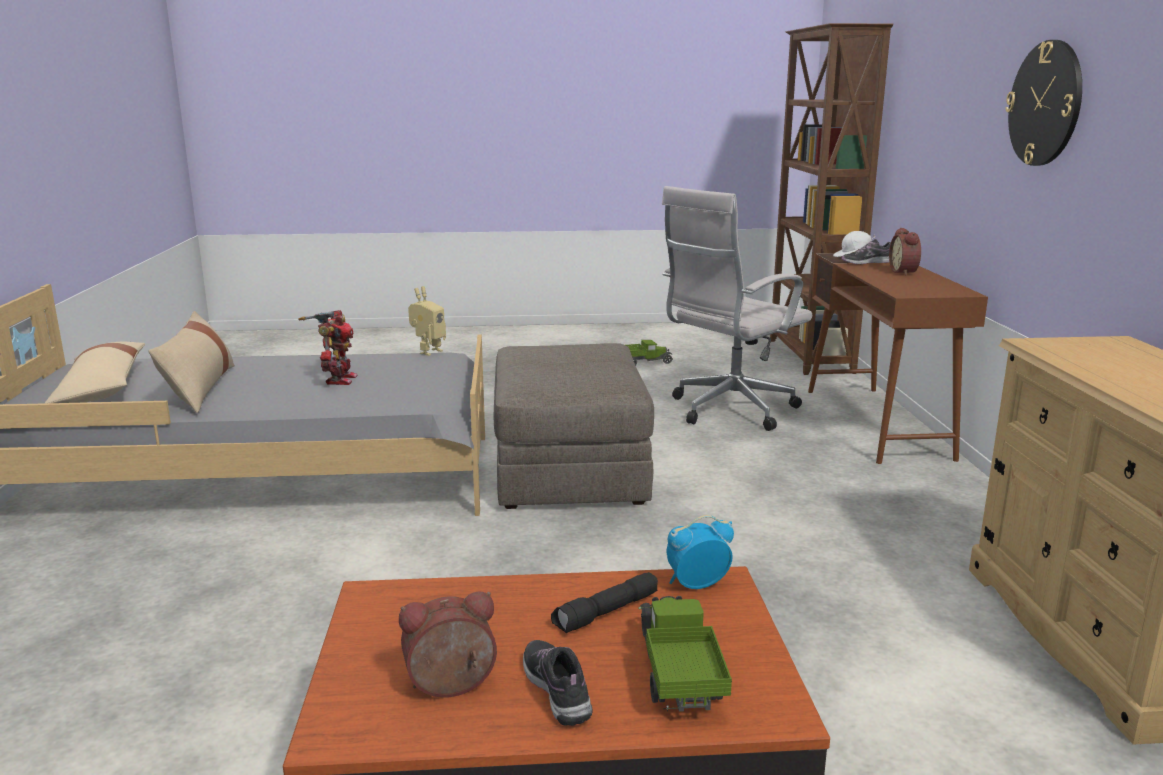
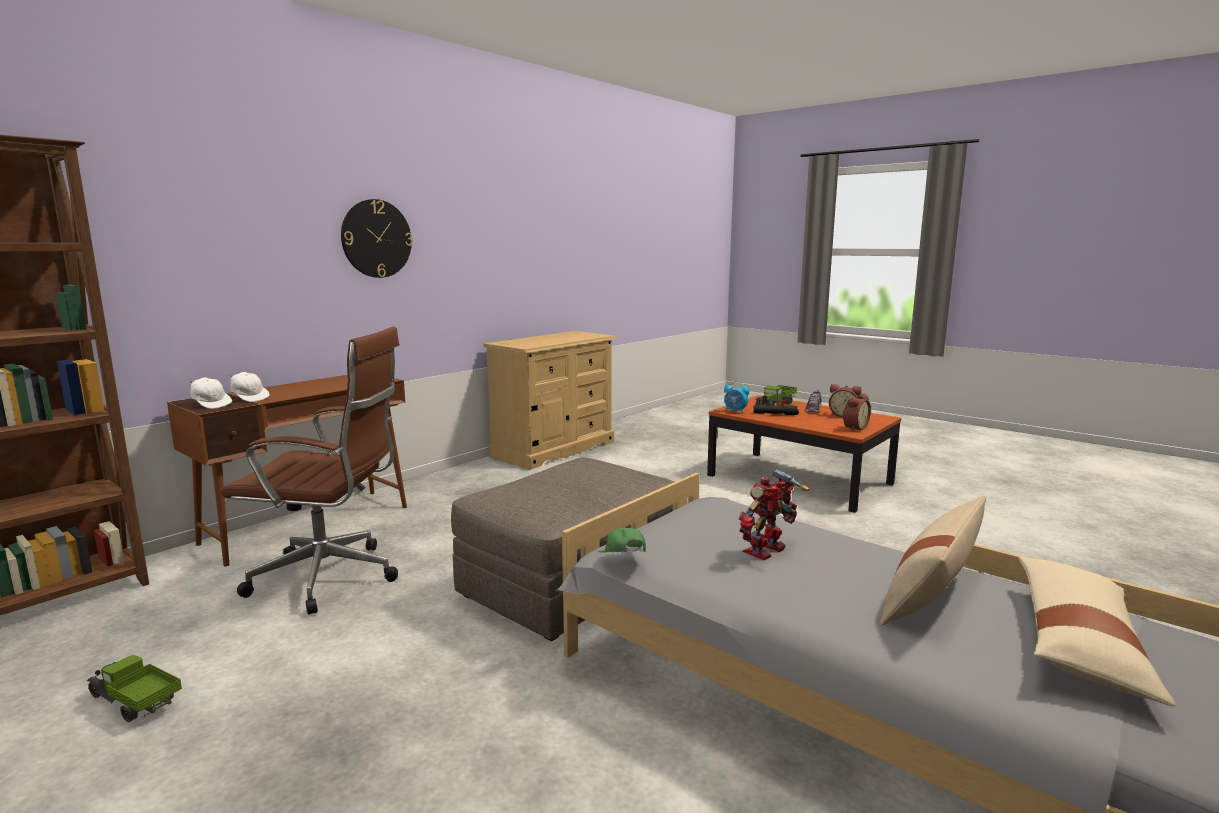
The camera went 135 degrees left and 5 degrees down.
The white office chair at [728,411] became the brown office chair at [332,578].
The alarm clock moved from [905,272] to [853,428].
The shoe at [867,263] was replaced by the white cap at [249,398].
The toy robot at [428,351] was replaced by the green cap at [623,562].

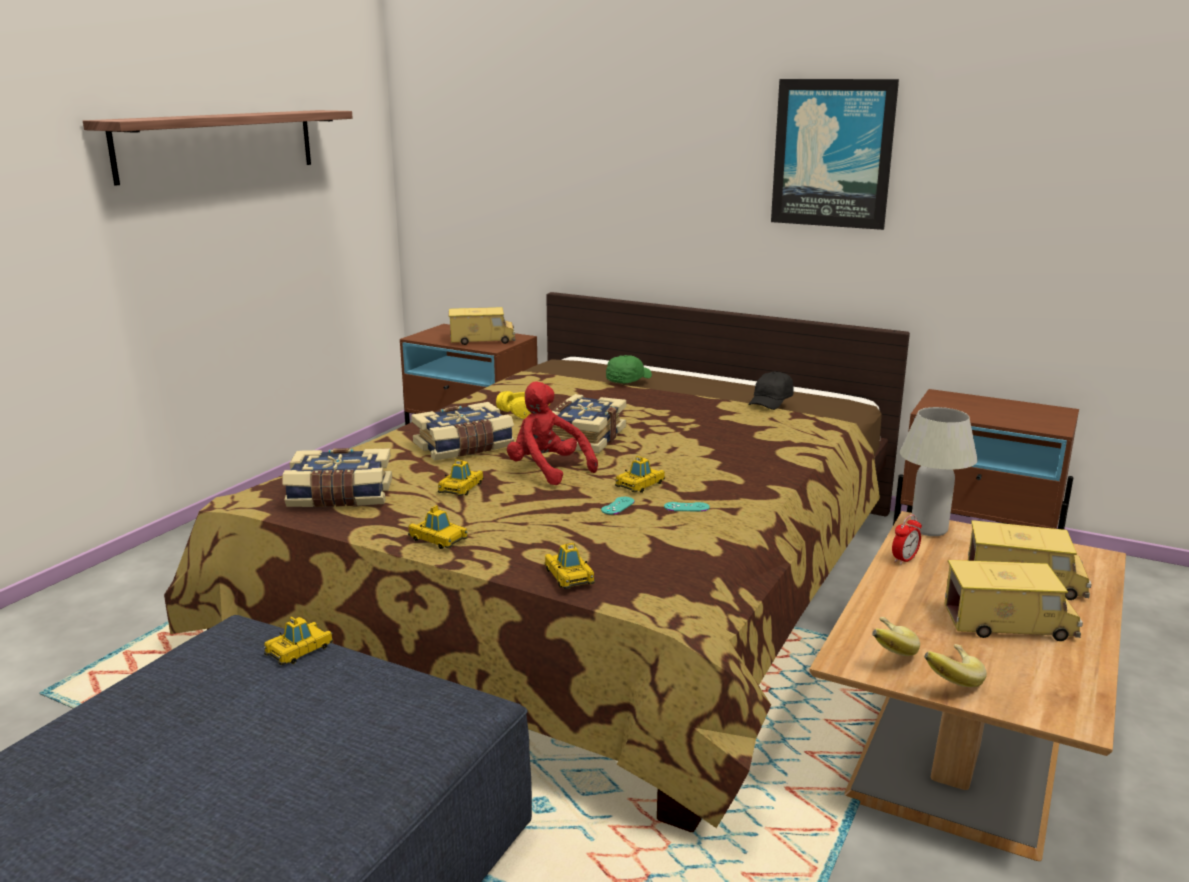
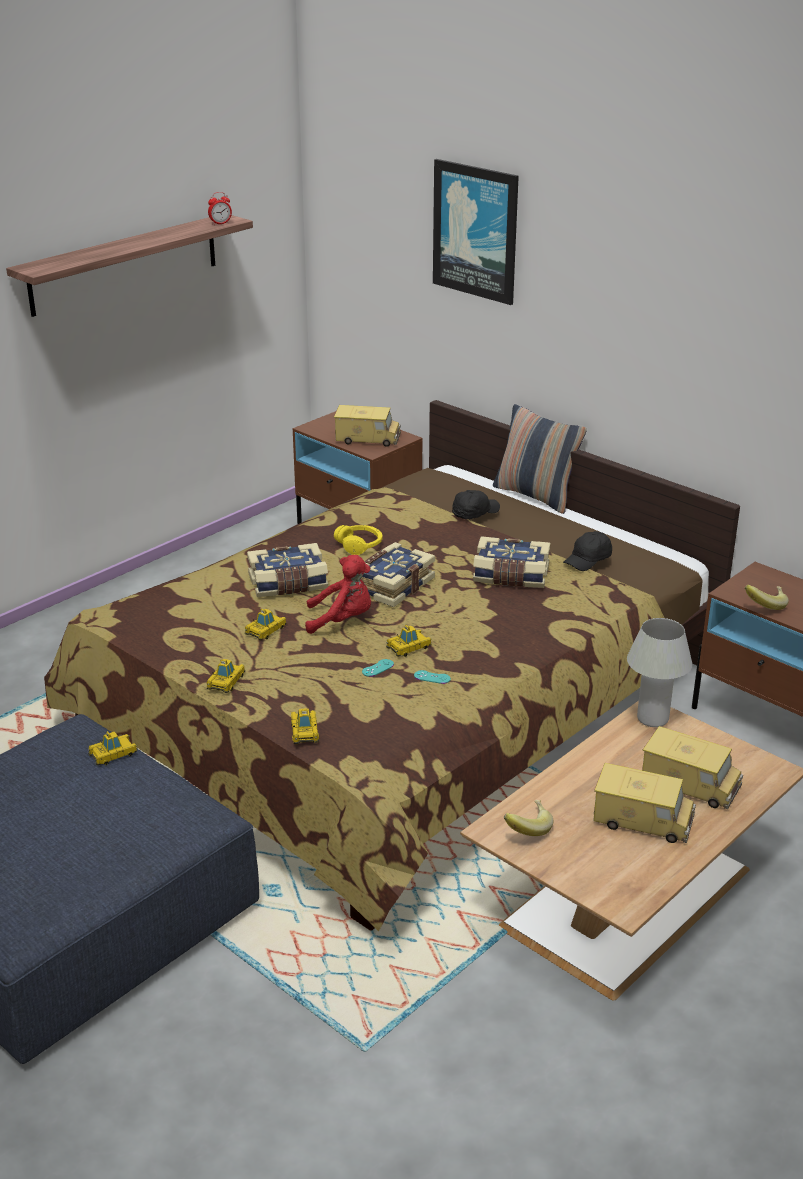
The camera went 15 degrees right and 10 degrees up.
The picture moved from [832,153] to [476,231].
The green cap at [628,380] became the black cap at [474,512].
The red plush toy at [547,470] turned 120 degrees clockwise.
The book moved from [340,496] to [511,576].
The toy car at [438,539] turned 120 degrees counterclockwise.
The alarm clock moved from [904,559] to [220,223].
The banana moved from [948,679] to [764,605].
The pillow at [535,496] appeared.

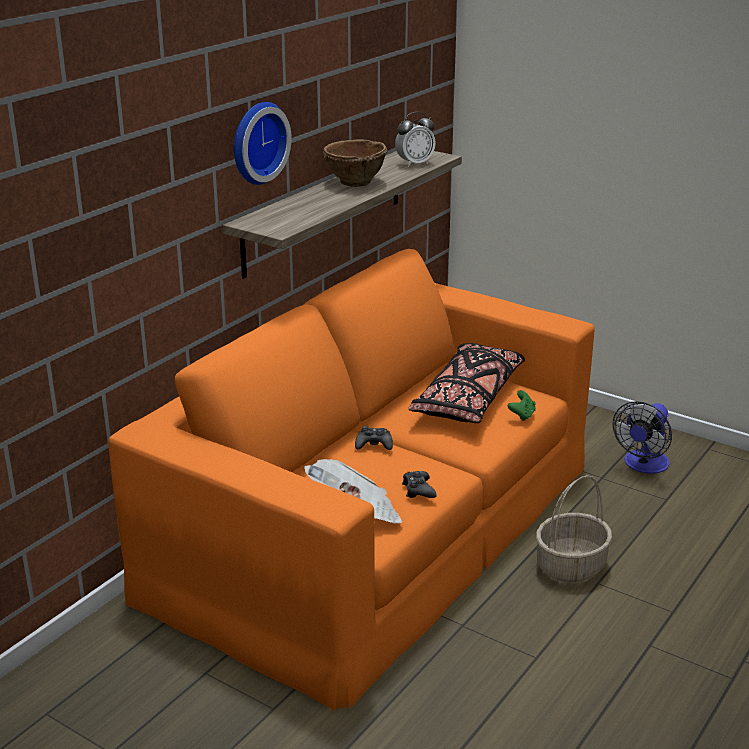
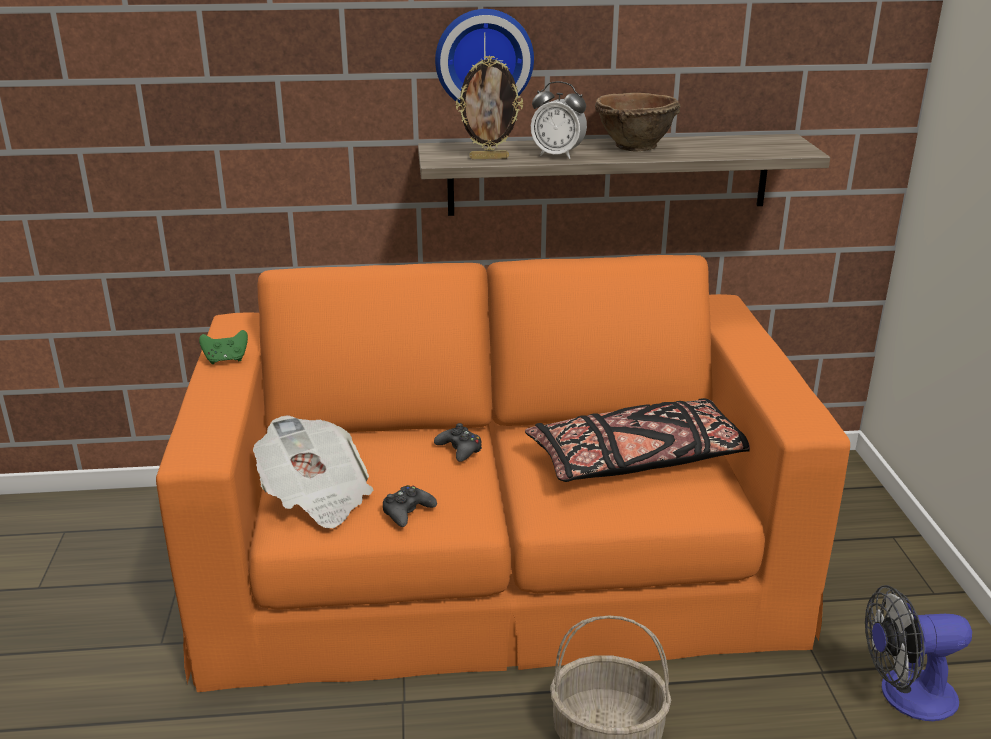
The camera went 50 degrees right and 0 degrees up.
The alarm clock moved from [414,163] to [558,155].
The green game controller moved from [522,415] to [226,360].
The picture frame at [489,158] appeared.

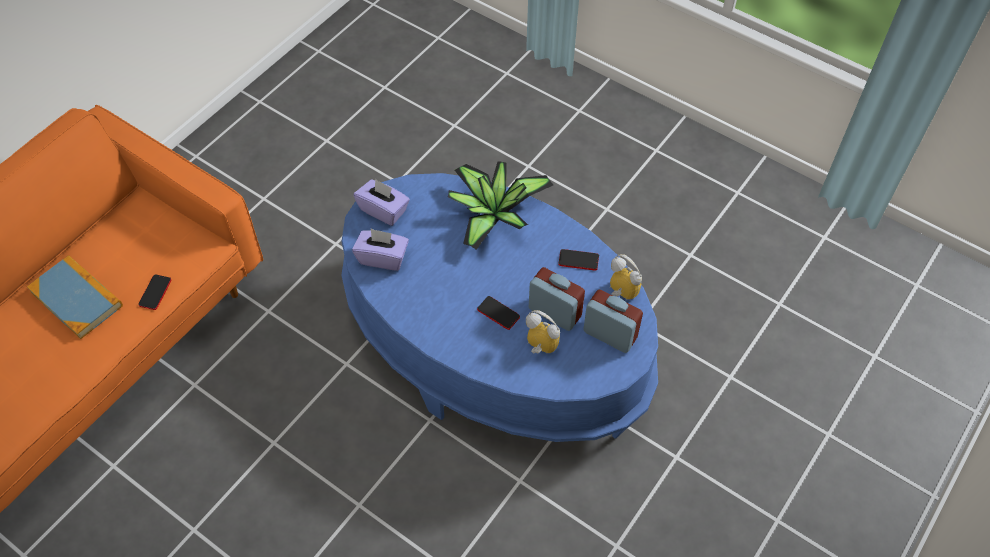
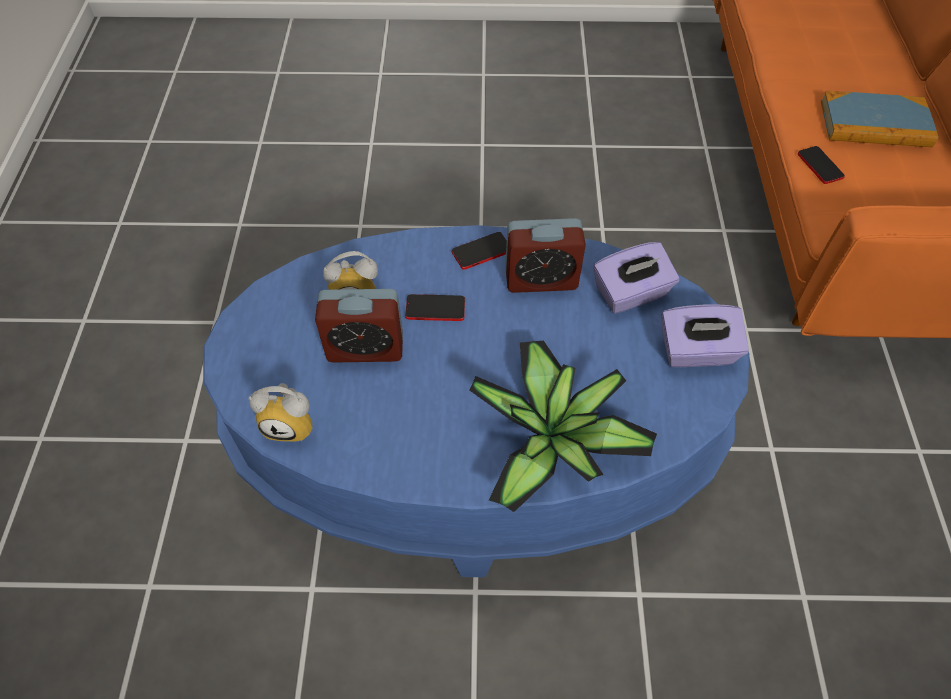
The camera went 145 degrees right and 0 degrees up.
The phone moved from [578,260] to [481,251].
The alarm clock moved from [610,334] to [541,279].

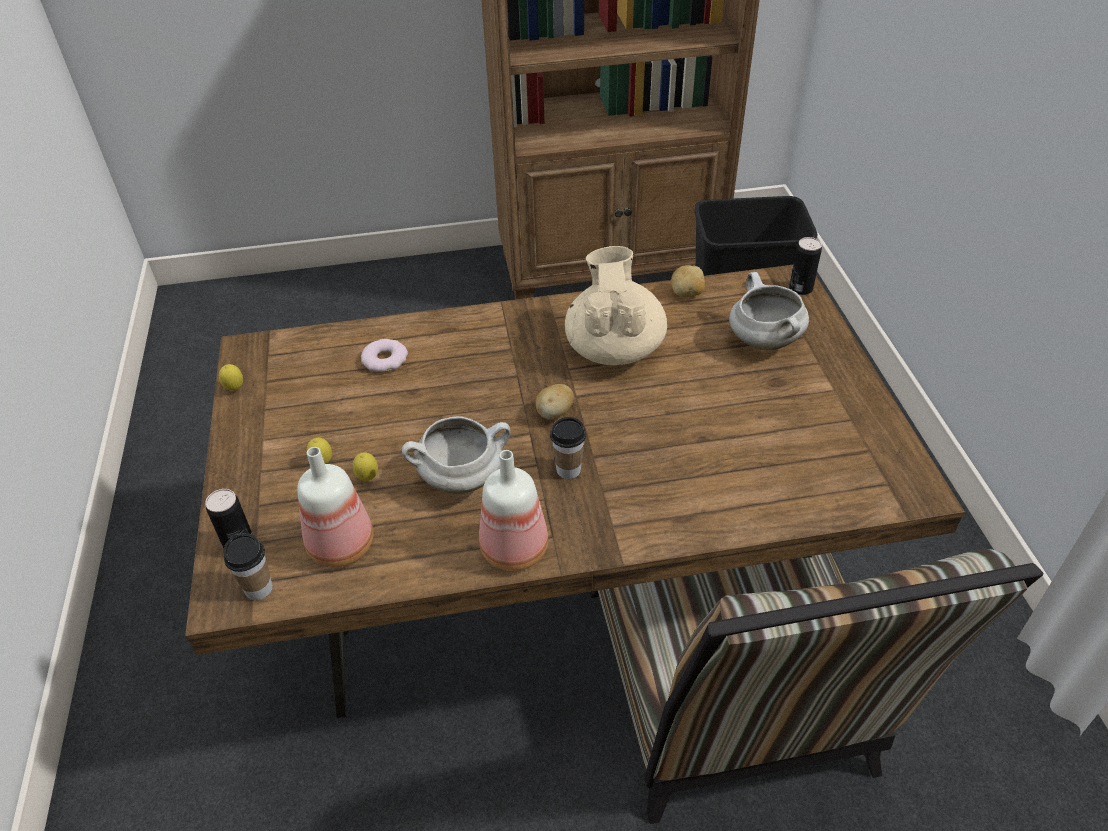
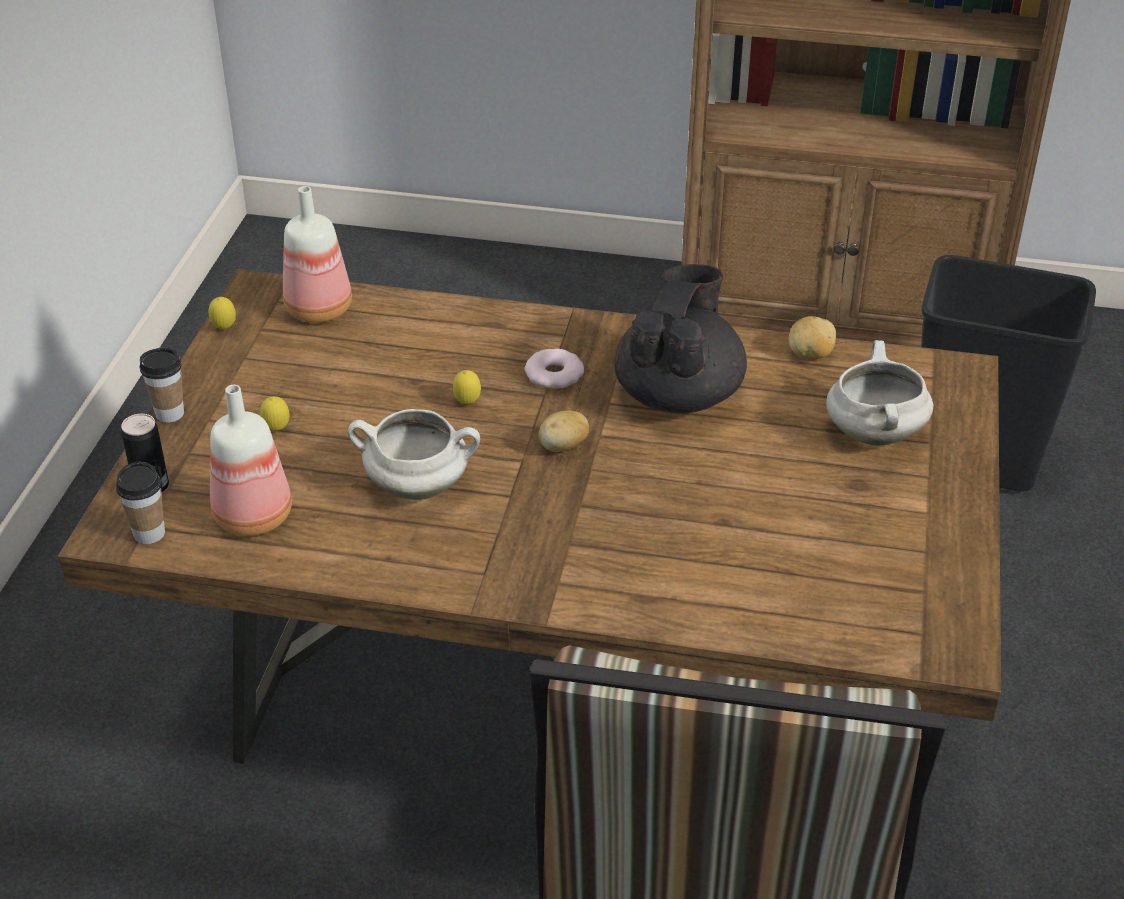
The camera went 20 degrees right and 5 degrees down.
The can at [800,288] disappeared.
The beige teapot at [614,348] became the black teapot at [679,394].
The donut moved from [385,360] to [554,374].
The cup moved from [568,470] to [170,413].
The bottle moved from [513,547] to [319,308].
The lemon moved from [368,478] to [467,403].

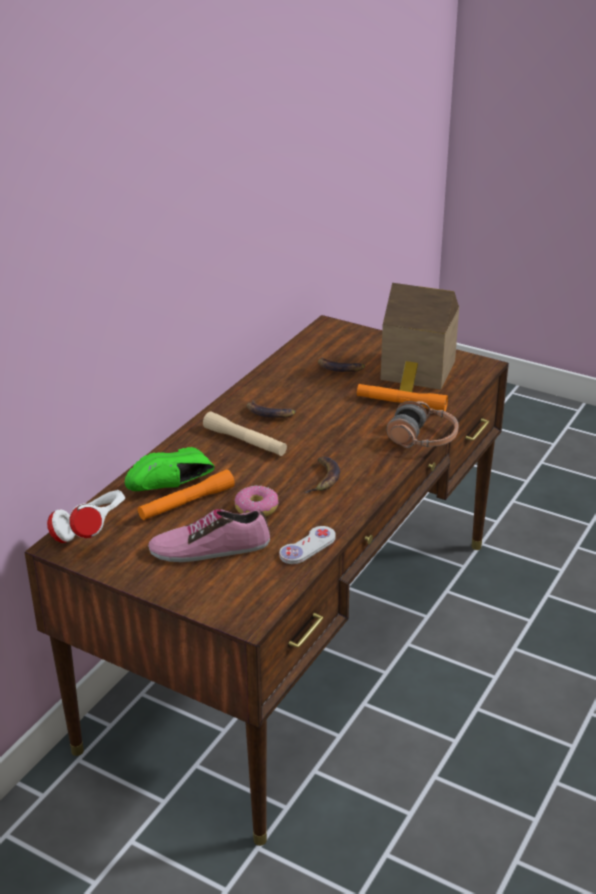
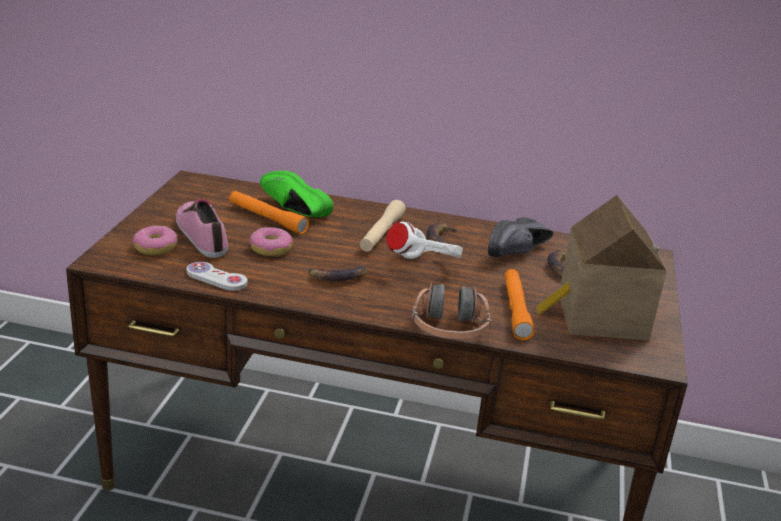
The camera went 70 degrees right and 5 degrees down.
The white headphones moved from [92,535] to [423,268].
The black shoe at [519,253] appeared.
The donut at [155,247] appeared.

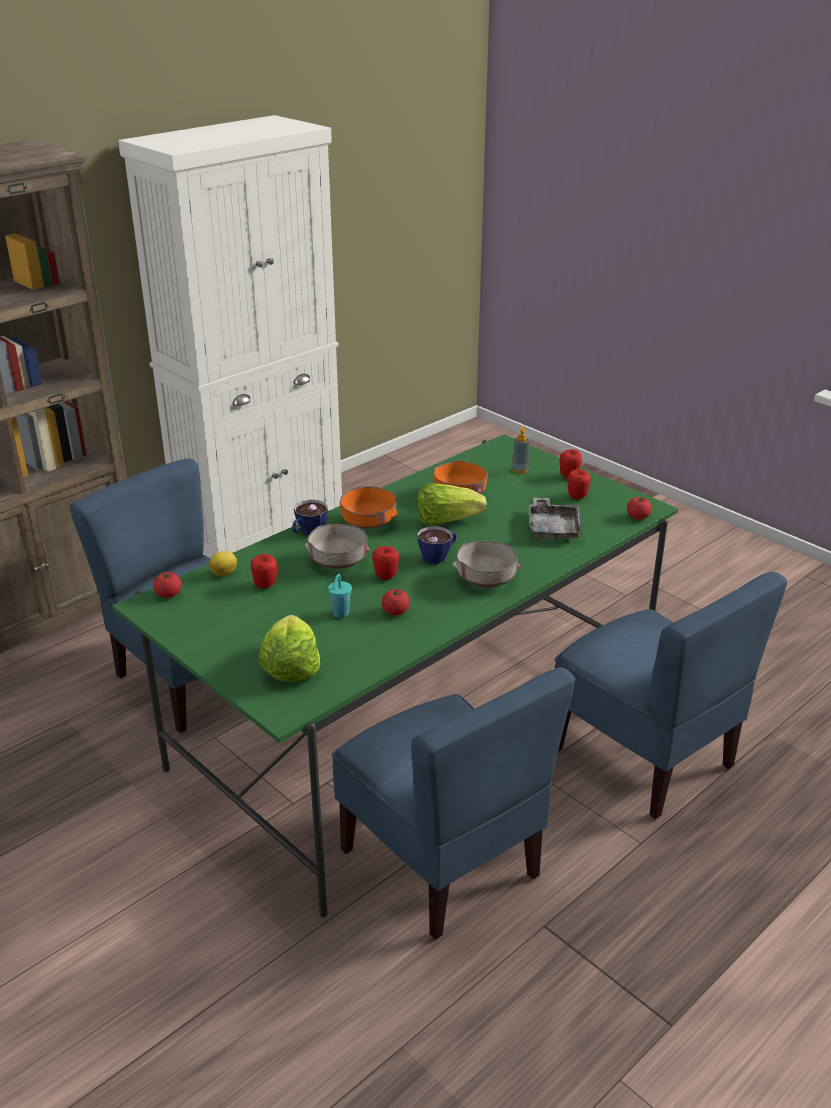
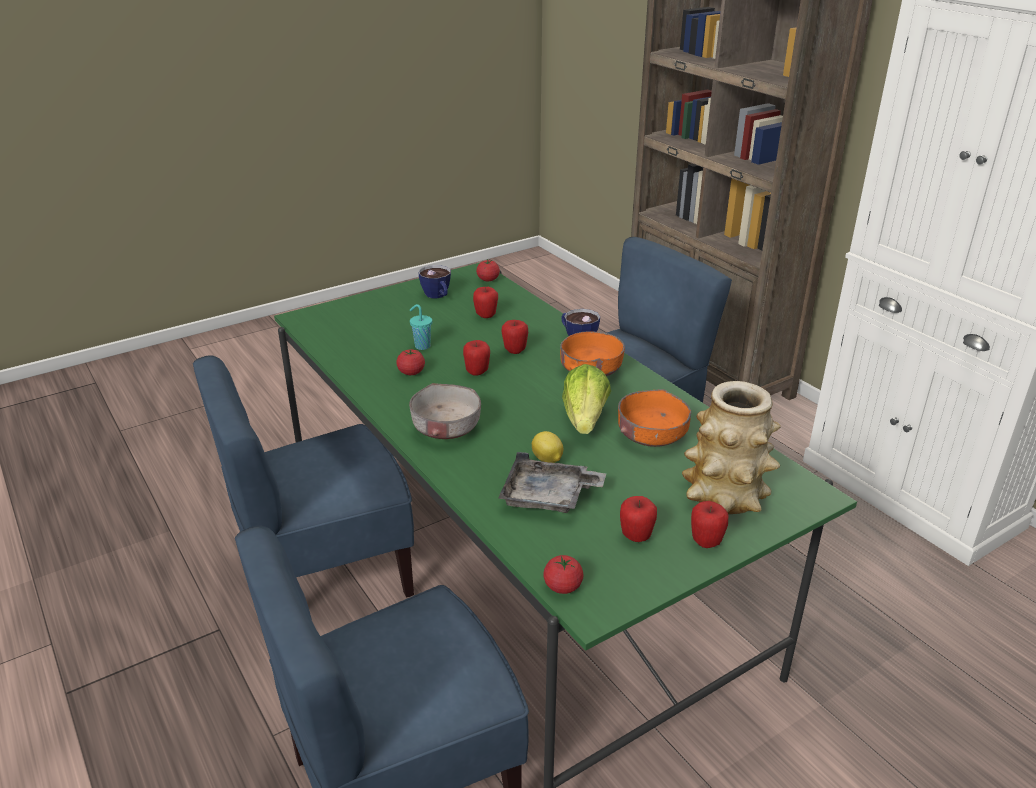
The camera went 100 degrees right and 0 degrees up.
The soap dispenser at [520,470] was replaced by the vase at [725,496].
The grey bowl at [338,561] was replaced by the apple at [514,350].
The cup moved from [439,556] to [438,296].
The lemon moved from [225,573] to [547,460].
The lettuce at [290,667] disappeared.

